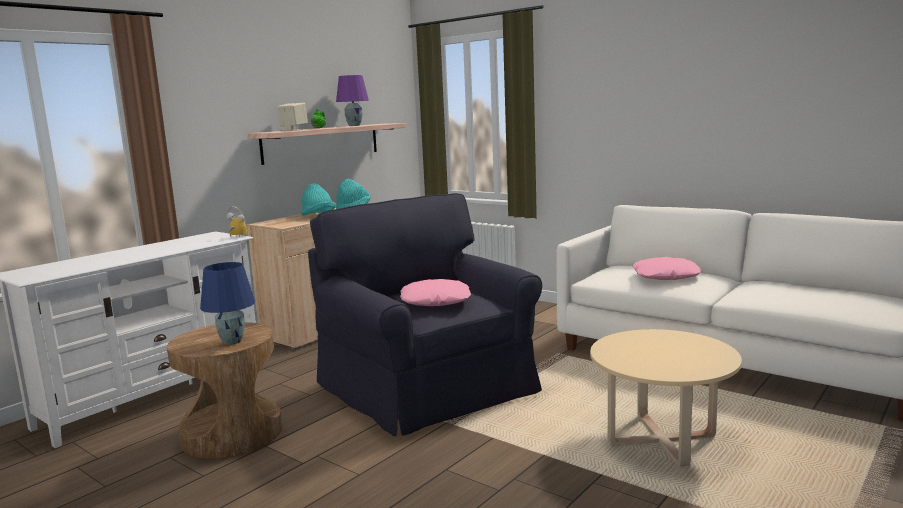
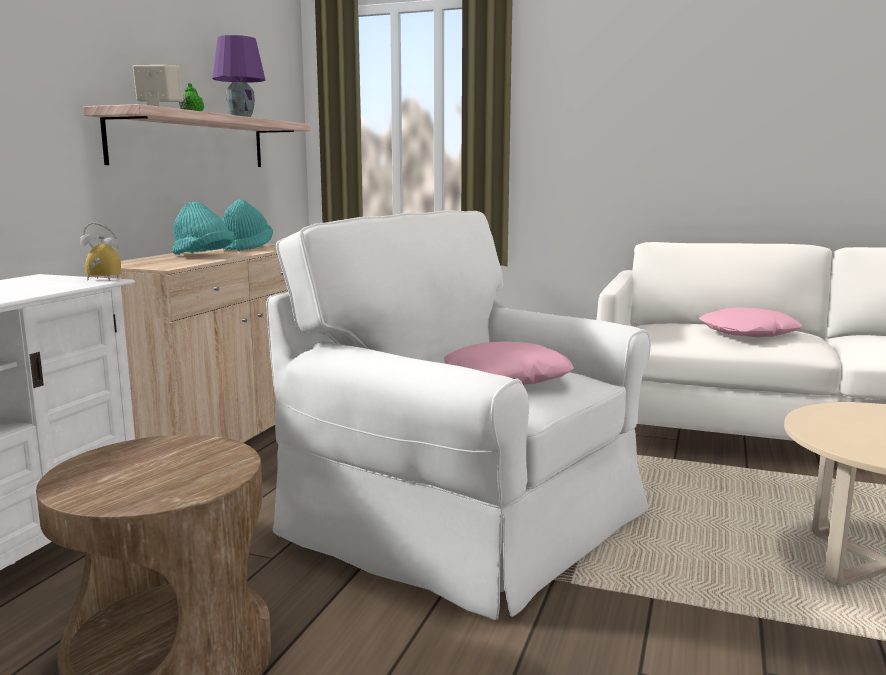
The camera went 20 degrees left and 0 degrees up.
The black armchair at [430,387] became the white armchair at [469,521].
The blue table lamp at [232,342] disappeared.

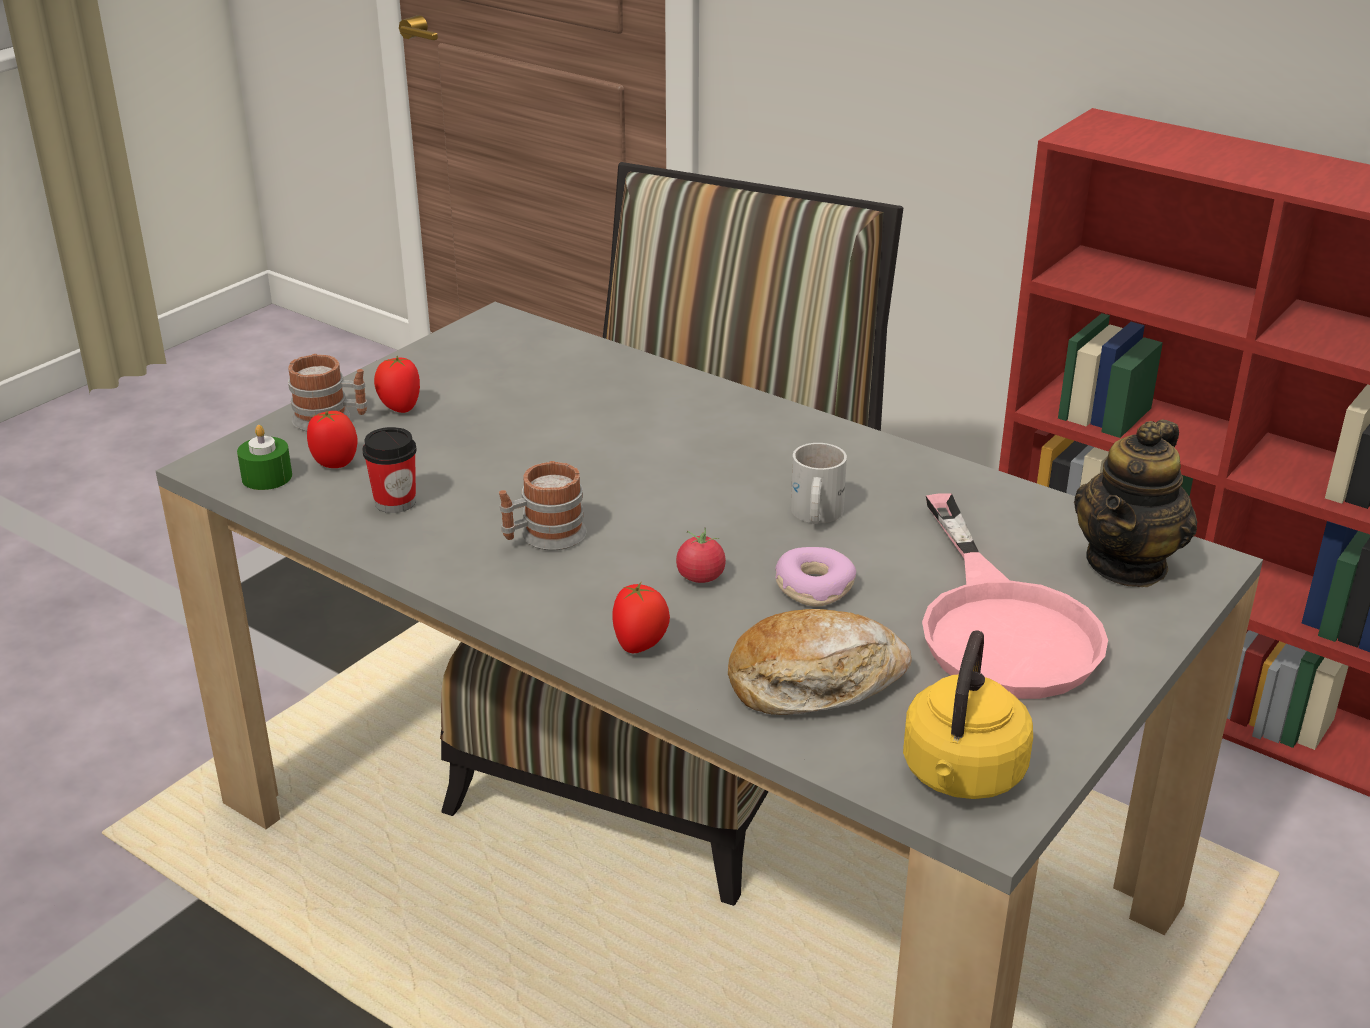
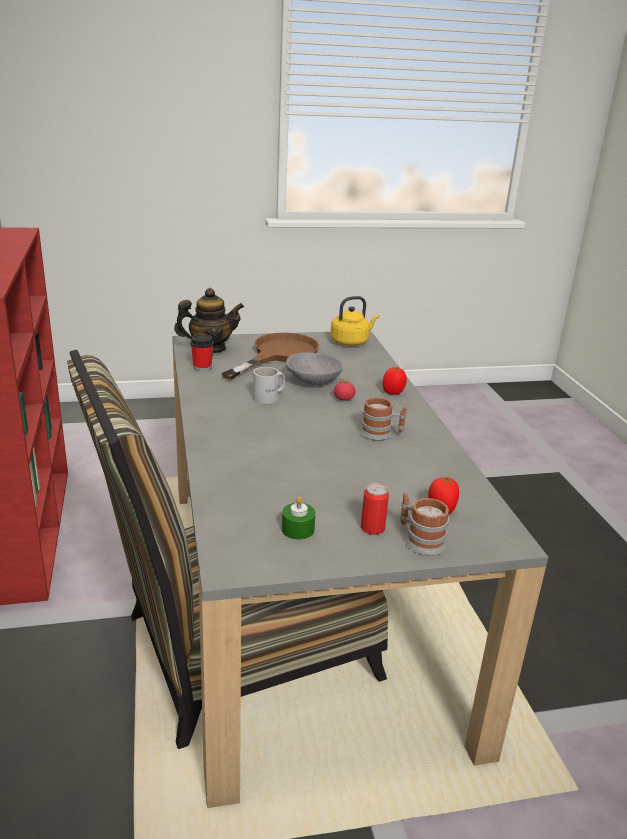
The camera went 140 degrees left and 5 degrees down.
The tomato at [399,408] was replaced by the can at [372,528].
The green candle moved from [267,477] to [298,529].
The cup moved from [395,502] to [202,367].
The pink frying pan at [1001,625] became the brown frying pan at [278,354].
The donut at [813,587] was replaced by the grey bowl at [312,382].
The bread at [815,682] disappeared.

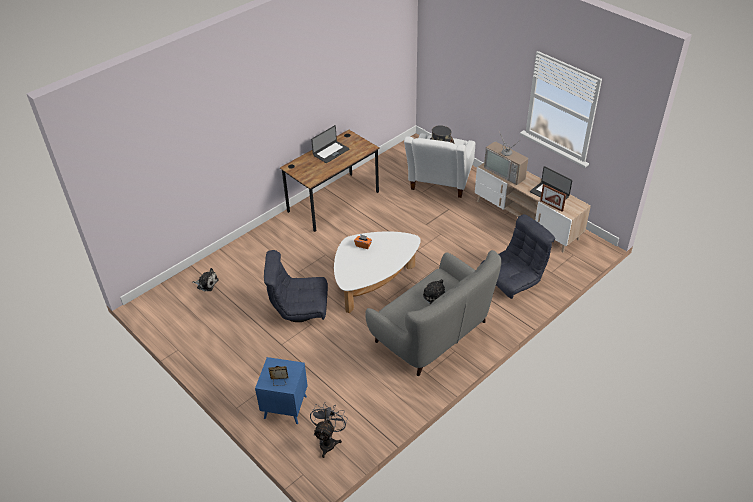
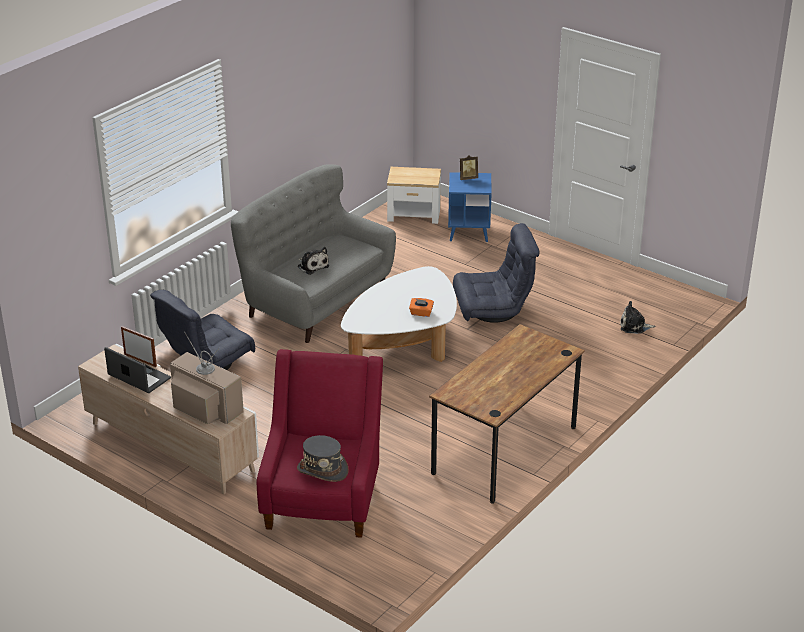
The camera went 170 degrees right and 10 degrees down.
The laptop at [330,152] disappeared.
The white armchair at [439,184] became the red armchair at [323,497].
The grey fan at [328,441] was replaced by the side table at [414,215].

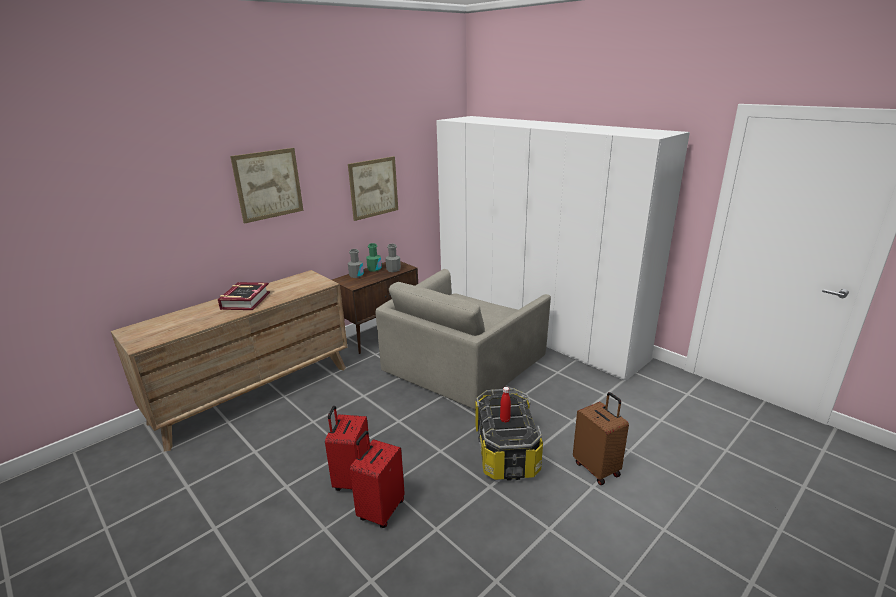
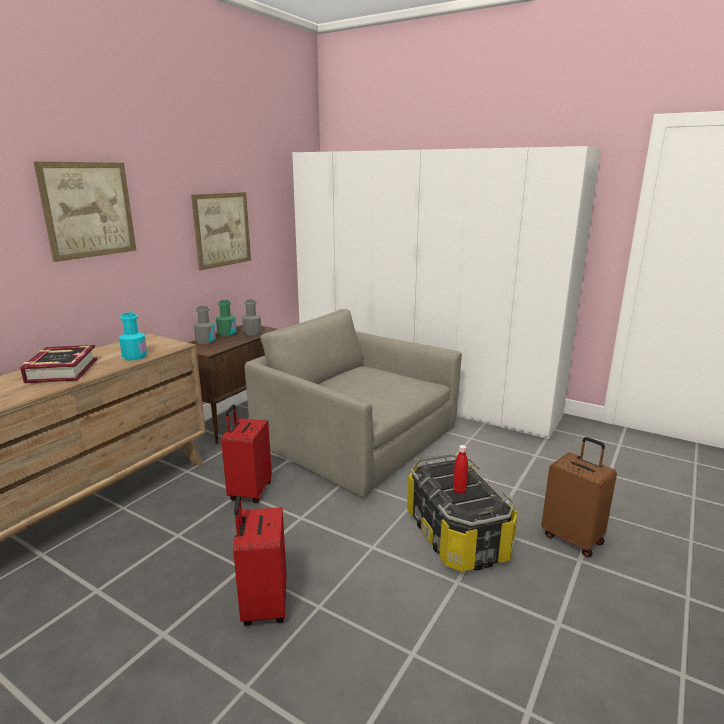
The camera went 15 degrees left and 5 degrees down.
The grey armchair at [462,362] turned 105 degrees clockwise.
The red suitcase moved from [380,510] to [249,492].
The turquoise bottle at [135,357] appeared.

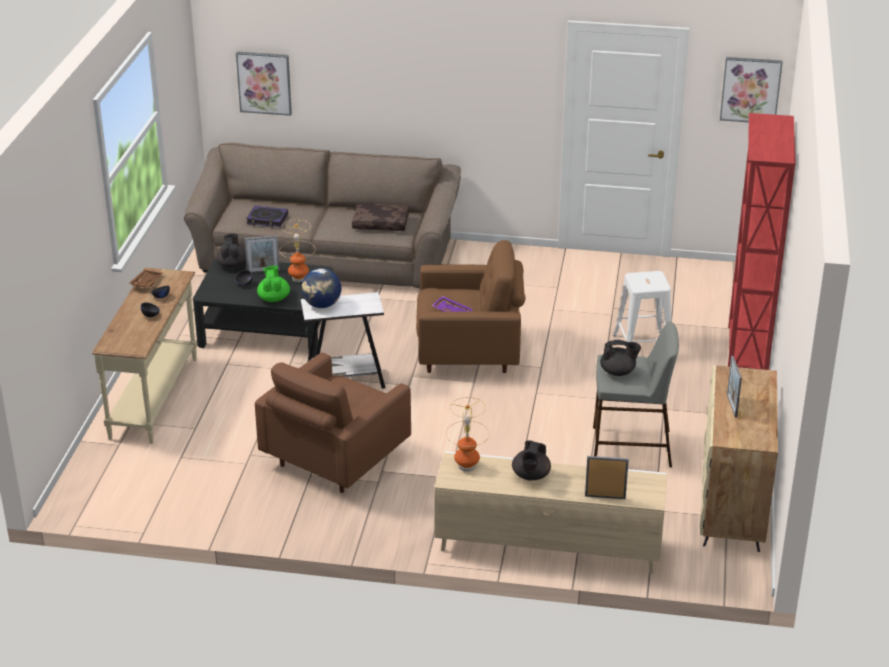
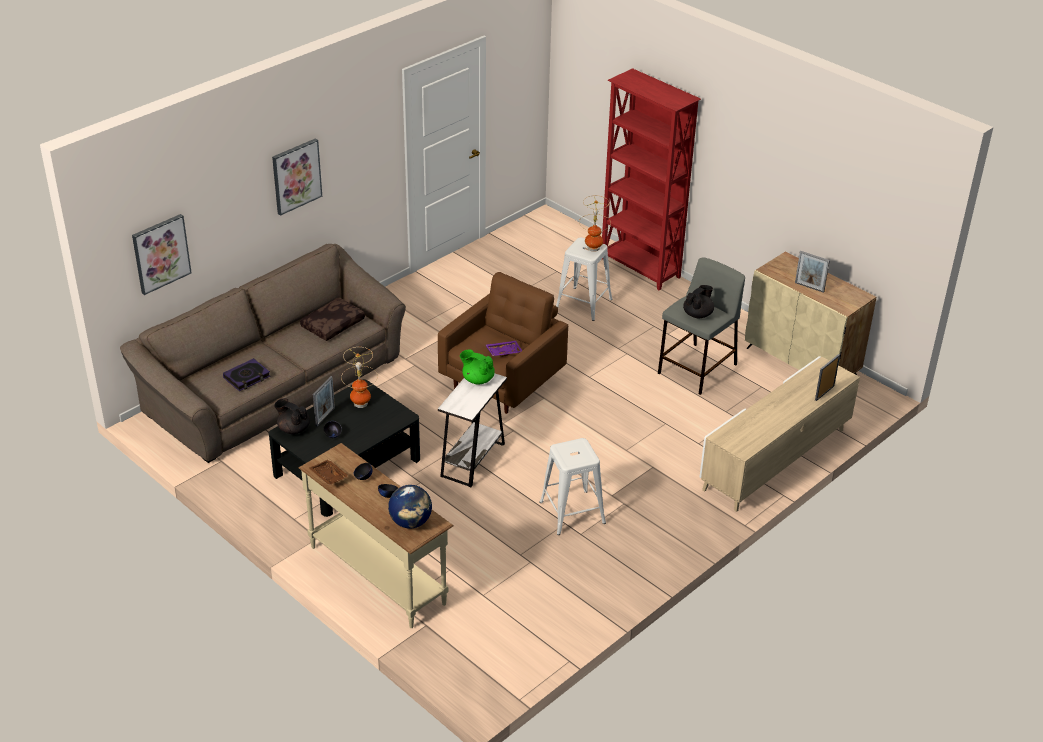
The camera went 55 degrees left and 5 degrees up.
The picture moved from [750,89] to [296,176].
The green teapot moved from [274,298] to [477,379].
The globe moved from [322,305] to [411,522].
The brown armchair at [334,459] was replaced by the white stool at [572,512].
The table lamp moved from [467,466] to [593,248].
The black teapot at [531,476] disappeared.

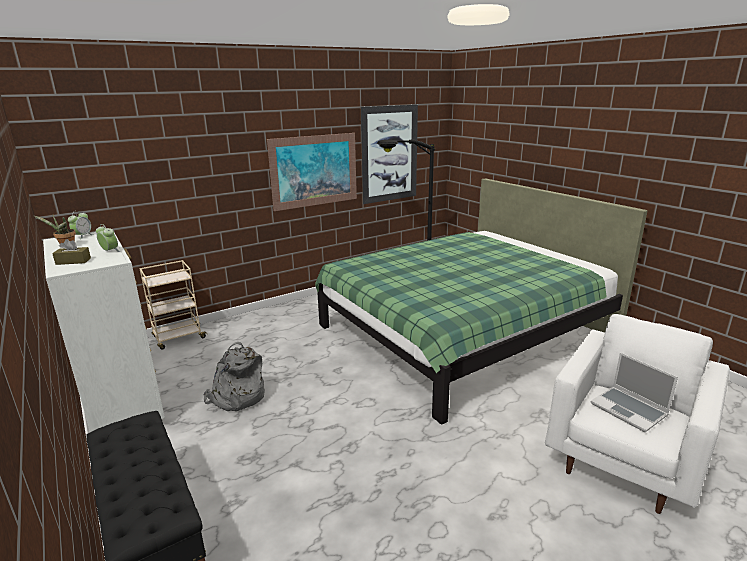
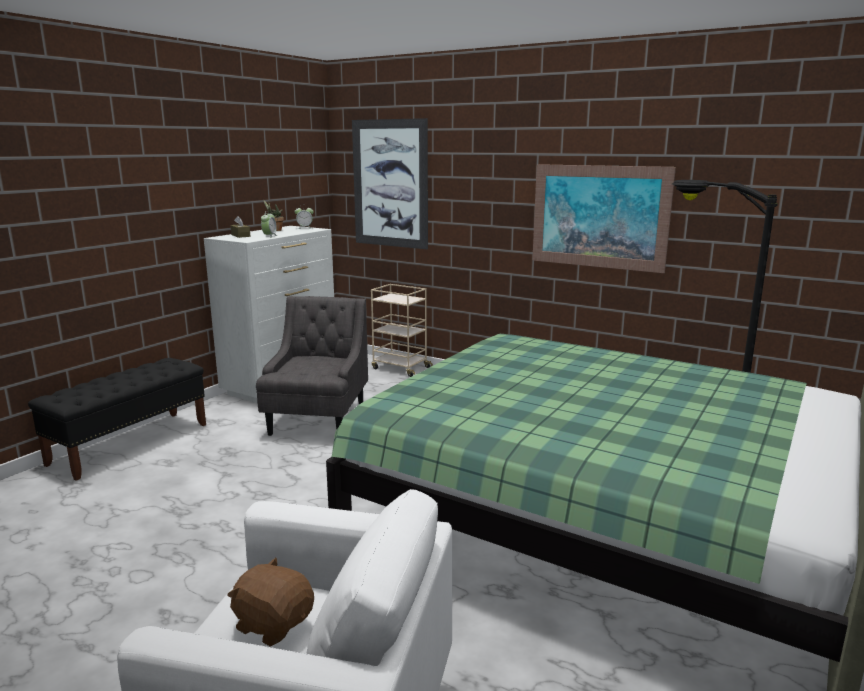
The camera went 65 degrees right and 5 degrees down.
The picture moved from [389,154] to [390,184].
The grey backpack at [237,397] was replaced by the grey armchair at [318,420].
The laptop at [629,410] was replaced by the brown plush toy at [273,623].

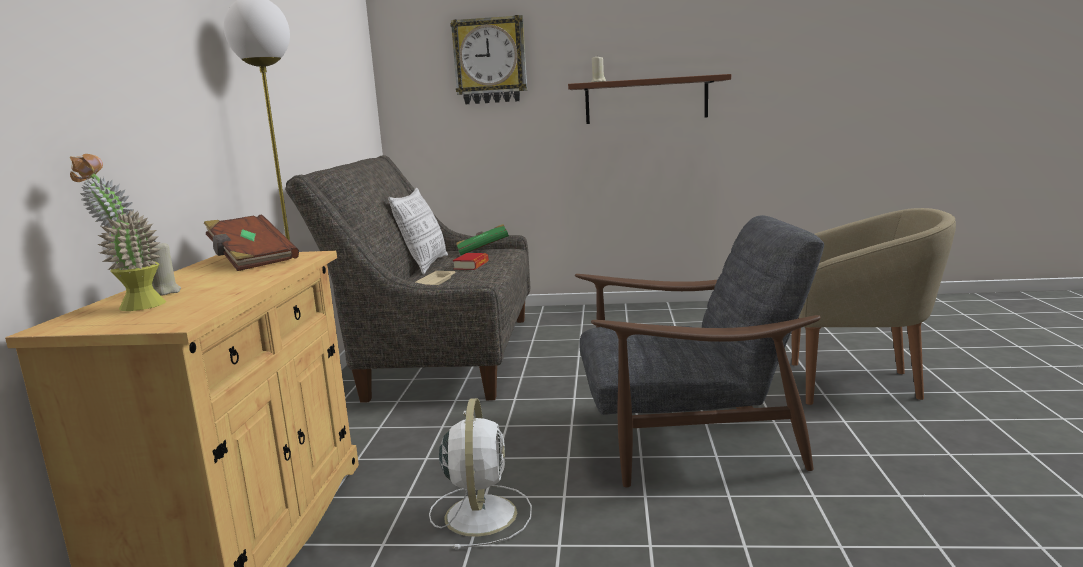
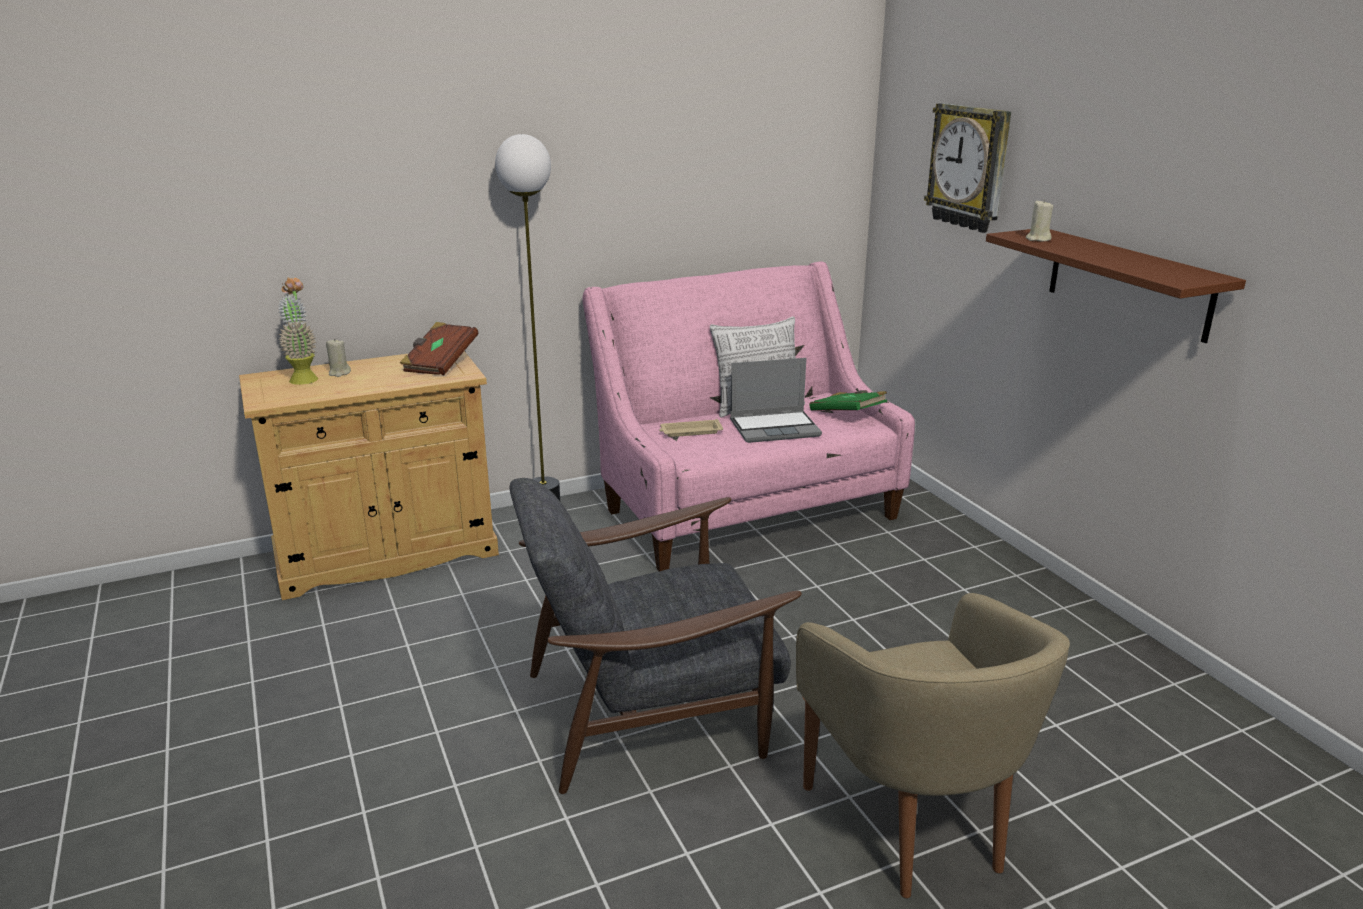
The camera went 60 degrees right and 10 degrees up.
The grey sofa at [440,356] became the pink sofa at [744,508].
The grey armchair at [687,437] turned 105 degrees clockwise.
The book at [471,265] was replaced by the laptop at [775,428].
The white fan at [481,513] disappeared.

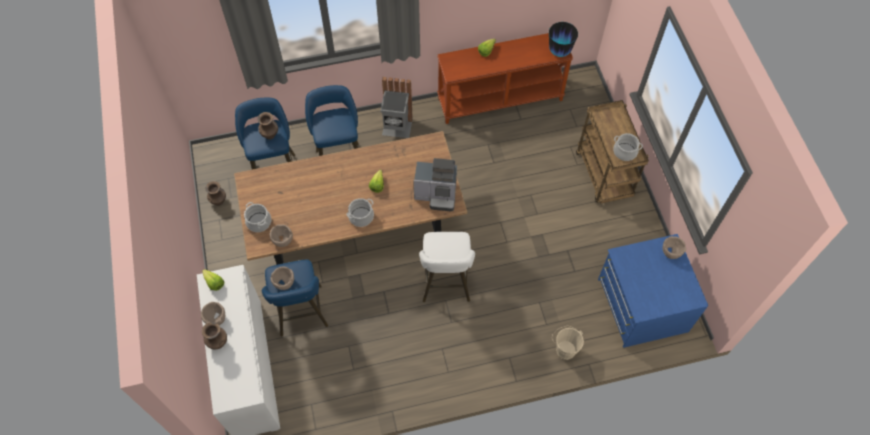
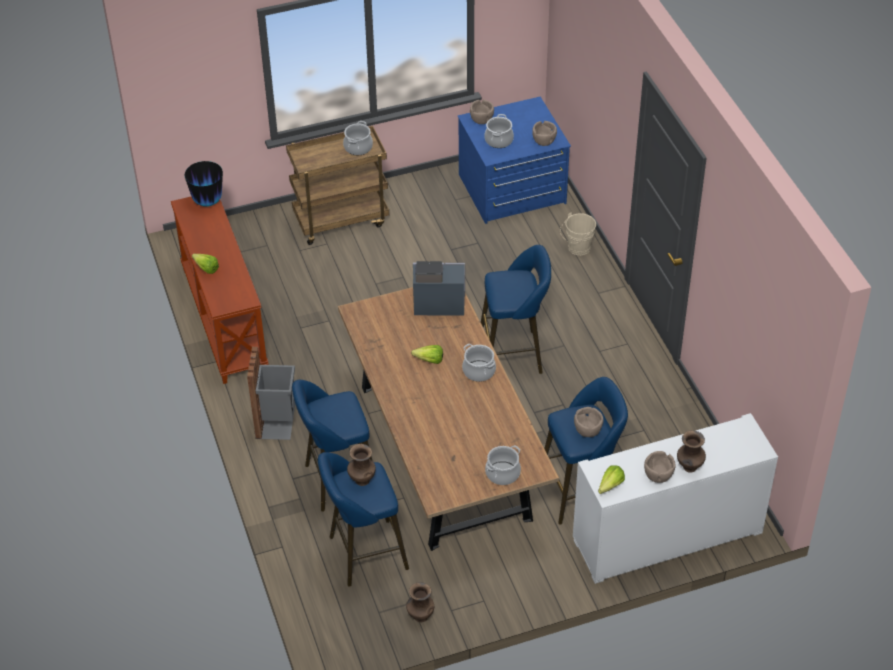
The camera went 95 degrees left and 15 degrees down.
The coffee machine at [437,195] turned 90 degrees counterclockwise.
The brown bowl moved from [282,240] to [544,141].
The white stool at [446,284] became the blue stool at [514,354].
The cooking pot at [499,140] appeared.

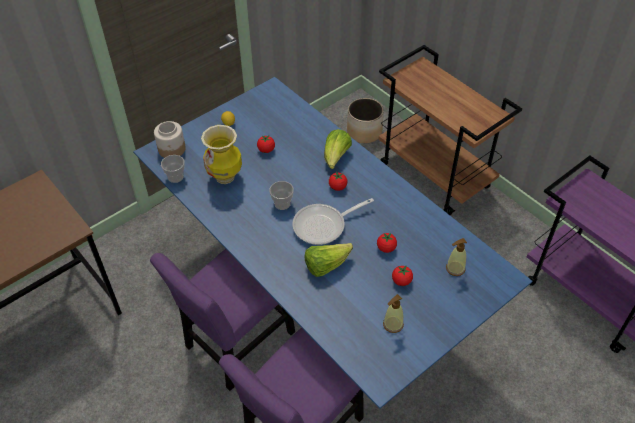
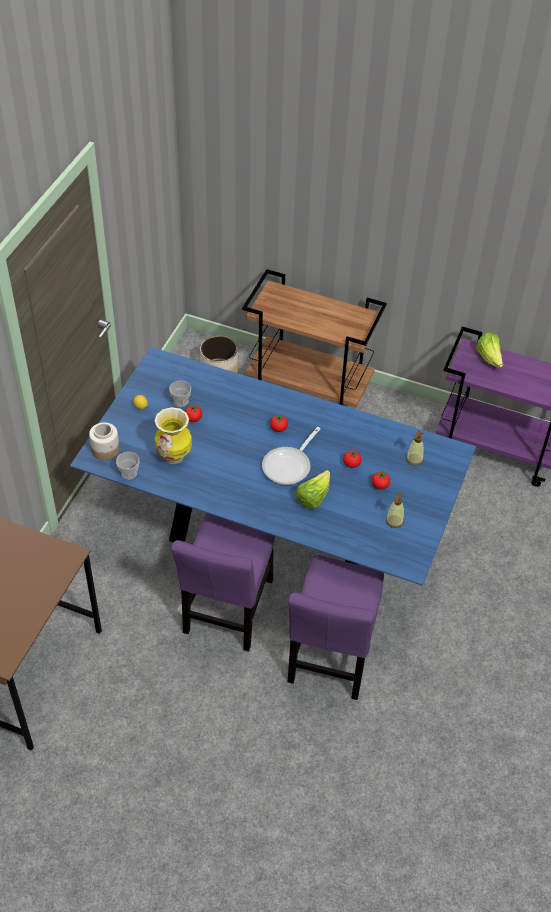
The camera went 30 degrees left and 0 degrees up.
The lettuce moved from [336,158] to [489,358].
The cup moved from [282,204] to [181,401].

